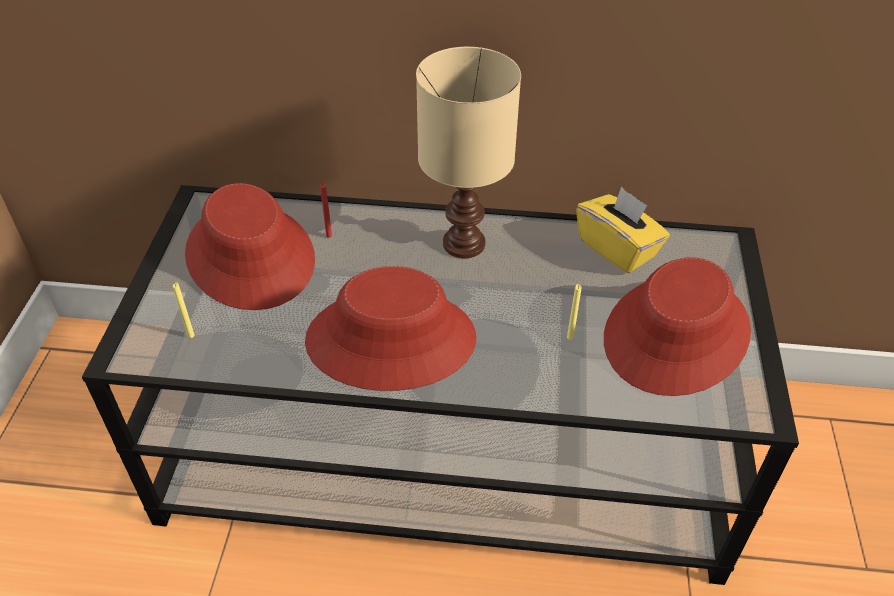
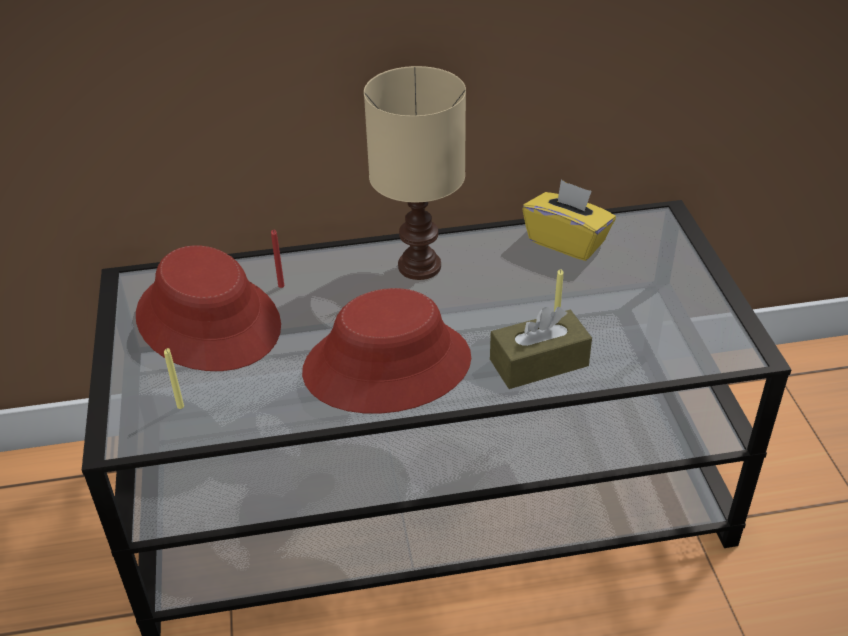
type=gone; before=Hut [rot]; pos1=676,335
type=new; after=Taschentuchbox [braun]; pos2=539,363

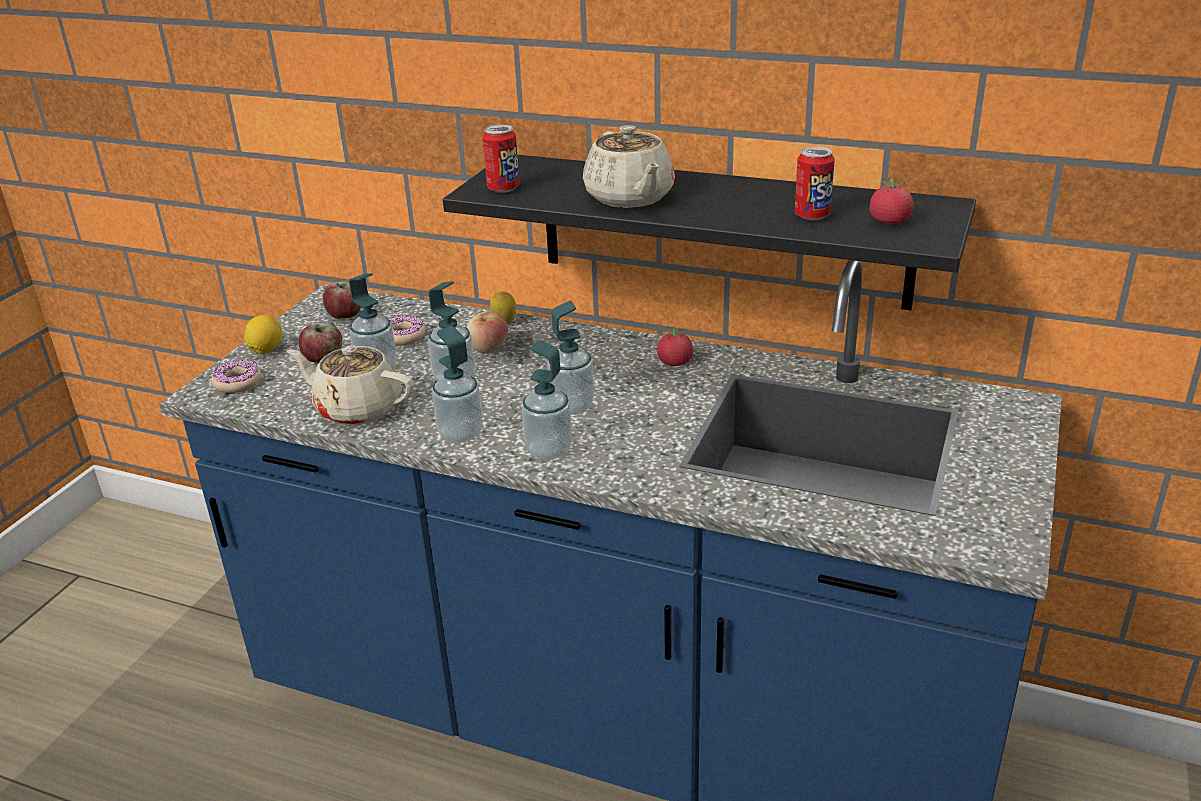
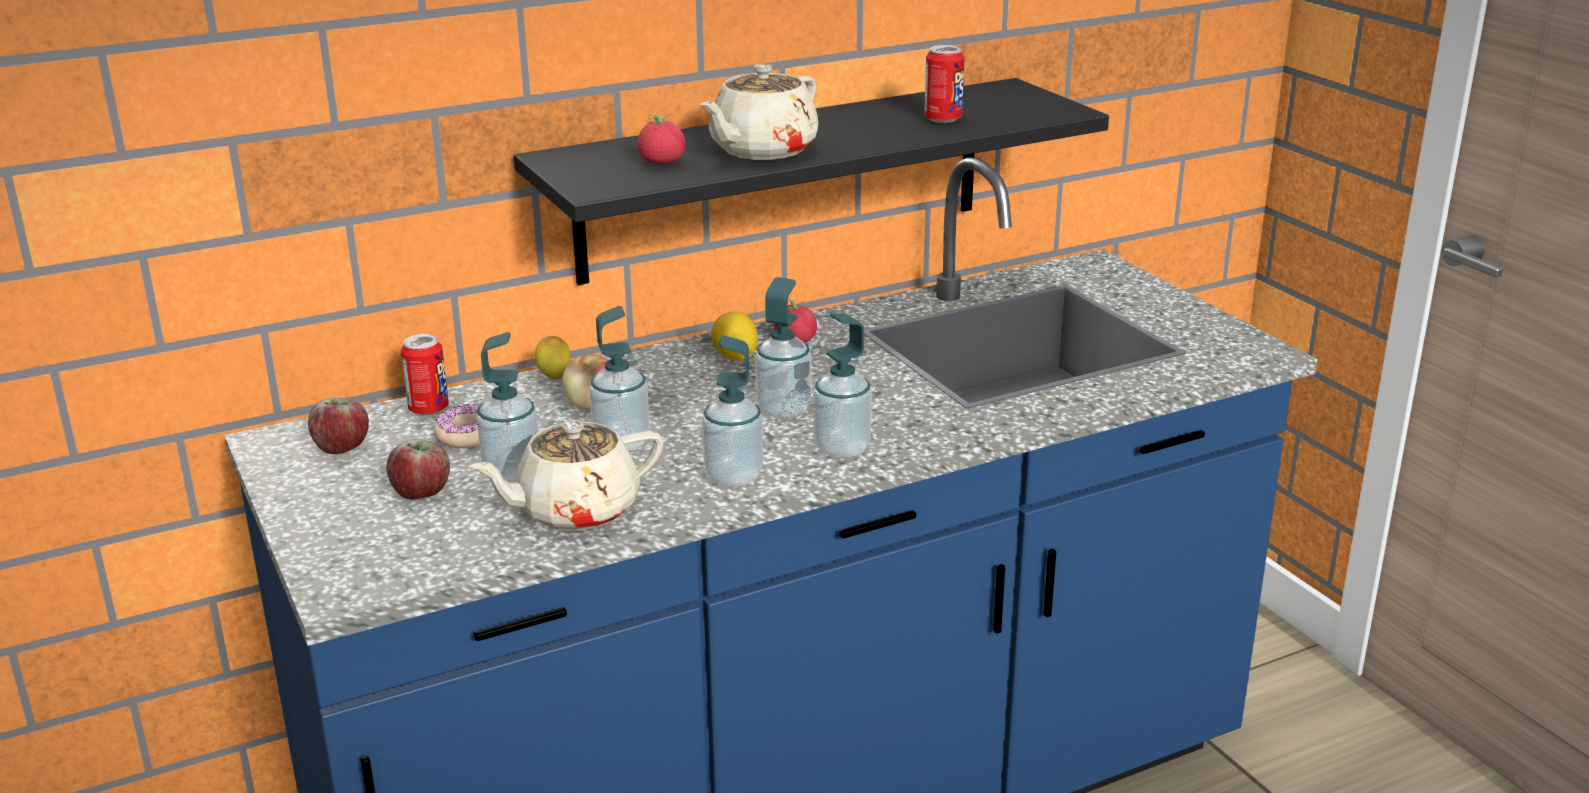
type=shifted; before=Dose; pos1=503,188; pos2=429,409
type=rotated; before=Teekanne [beige]; pos1=630,198; pos2=761,150; turn=105
type=shifted; before=Tomate; pos1=889,222; pos2=662,162
type=shifted; before=Zitrone; pos1=266,350; pos2=735,357
type=gone; before=Donut; pos1=238,383

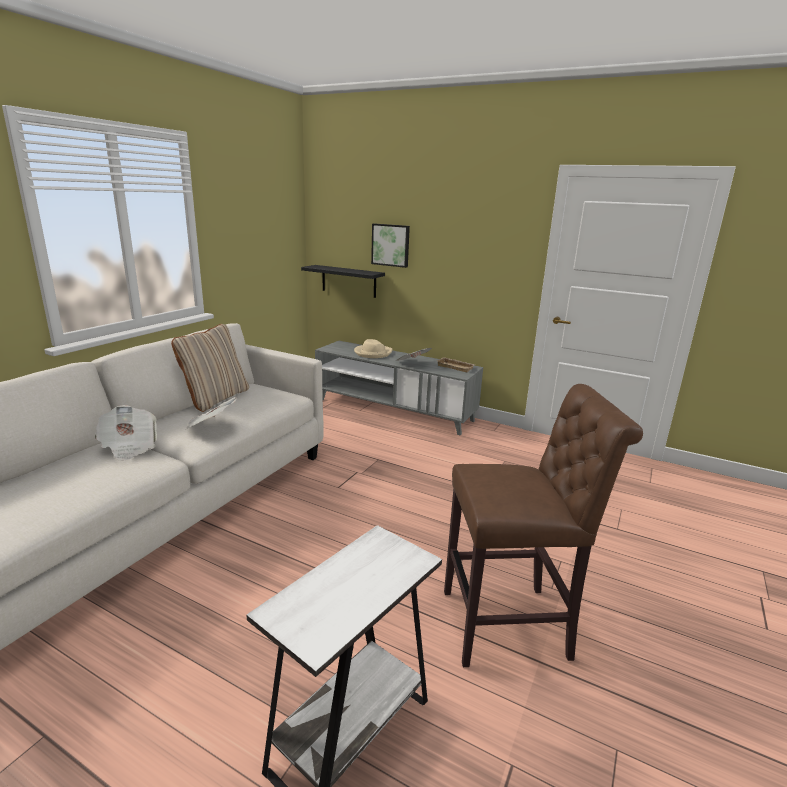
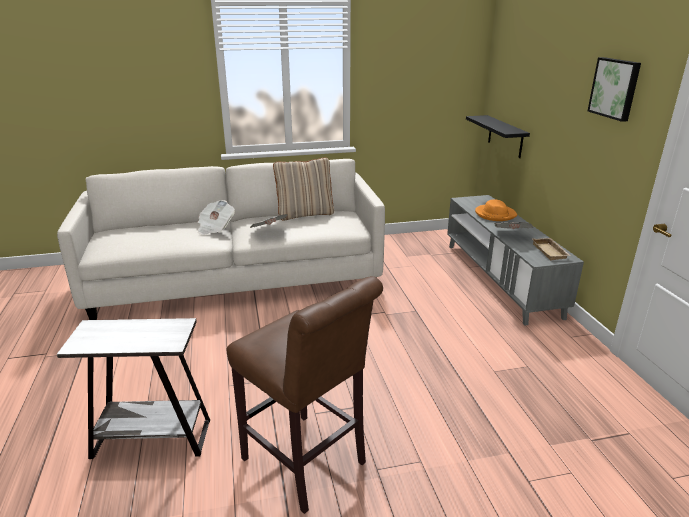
type=shifted; before=Bild; pos1=391,245; pos2=615,88
type=repainted; before=Hut [beige]; after=Hut [orange]; pos1=373,353; pos2=495,214

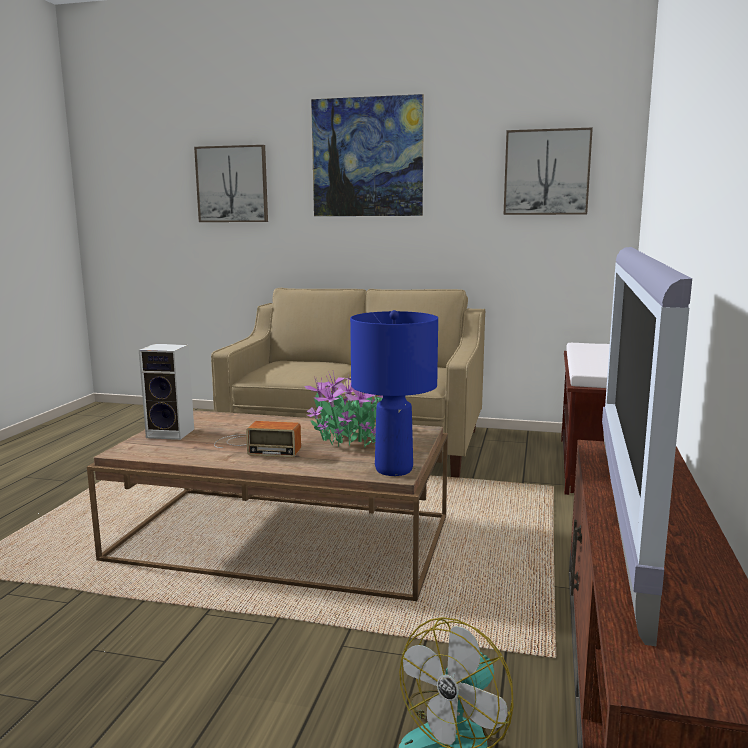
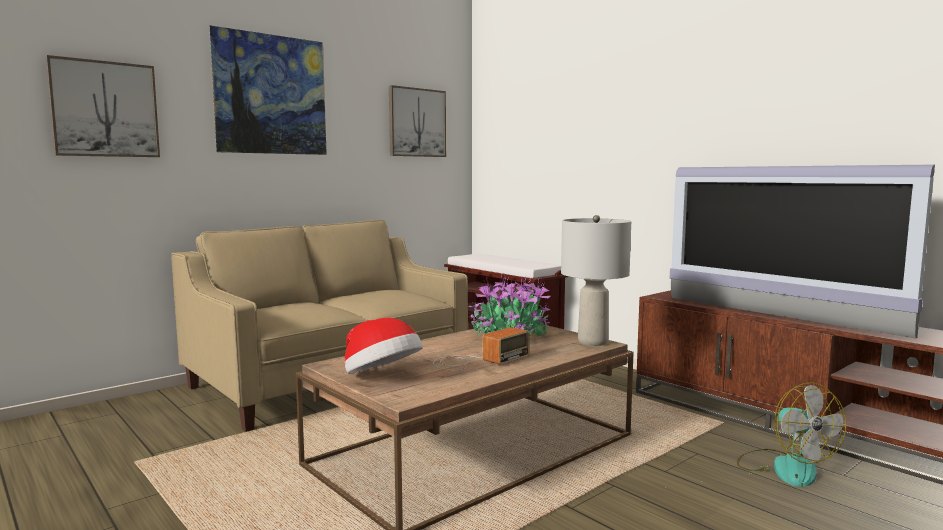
type=repainted; before=Tischlampe [blau]; after=Tischlampe [grau]; pos1=394,470; pos2=593,342
type=swapped; before=Lautsprecher; after=Hut; pos1=172,433; pos2=382,377

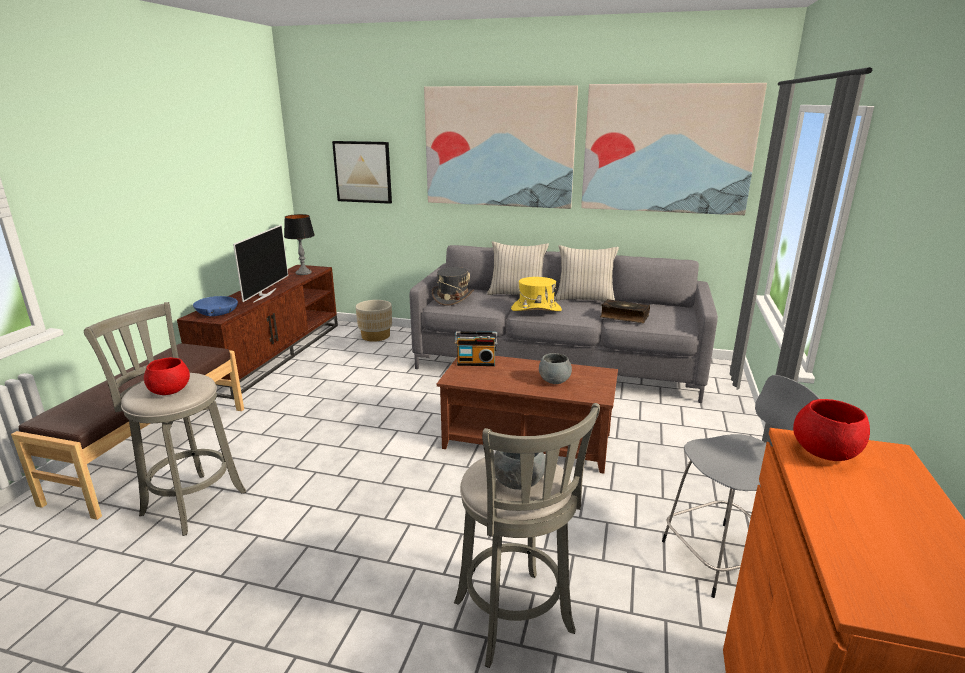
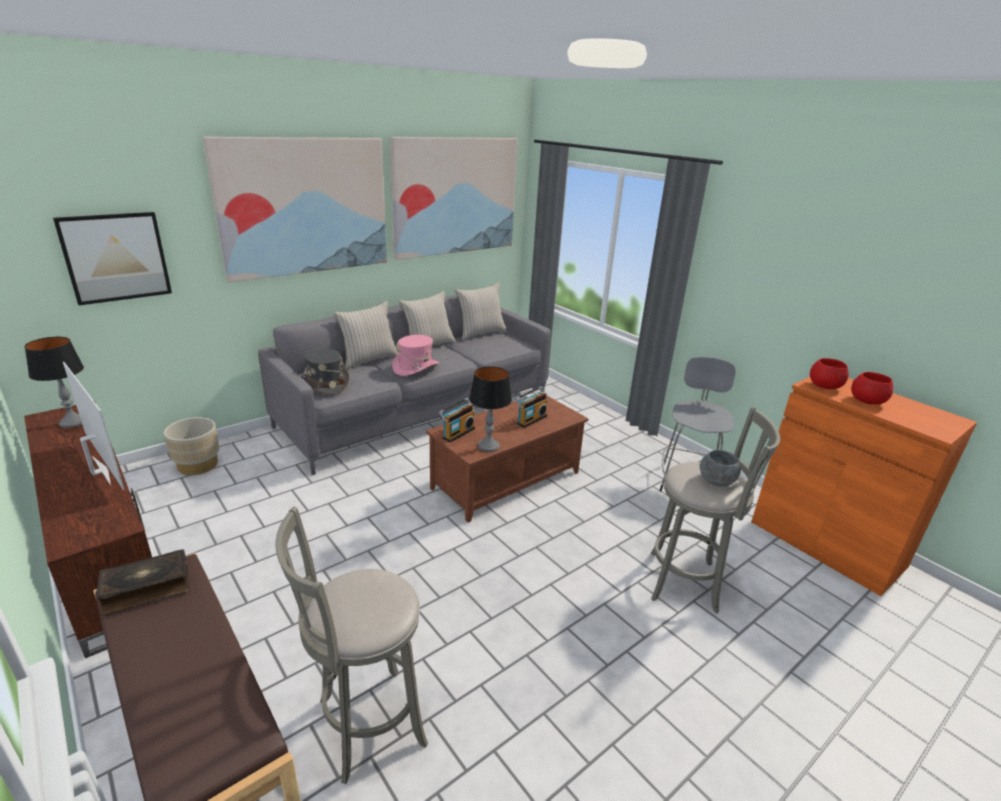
type=repainted; before=Hut [gelb]; after=Hut [rosa]; pos1=536,309; pos2=416,367
type=gone; before=Schüssel [blau]; pos1=217,312
type=shifted; before=Buch; pos1=624,317; pos2=147,589
type=swapped; before=Schüssel [grau]; after=Radio; pos1=554,381; pos2=530,419
type=shifted; before=Schüssel [rot]; pos1=170,391; pos2=867,401
type=new; after=Kissen [beige]; pos2=480,333
type=new; after=Tischlampe; pos2=488,446

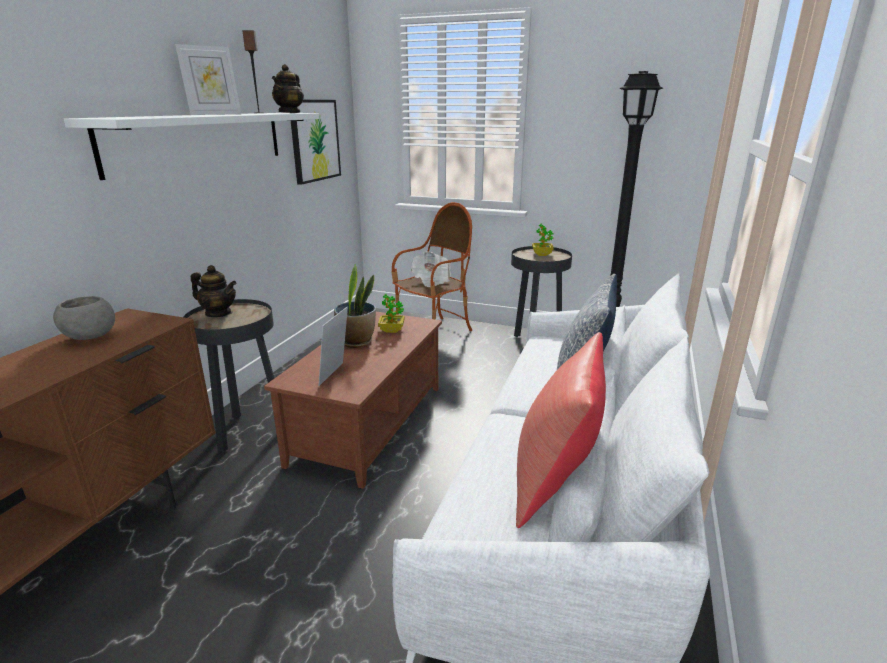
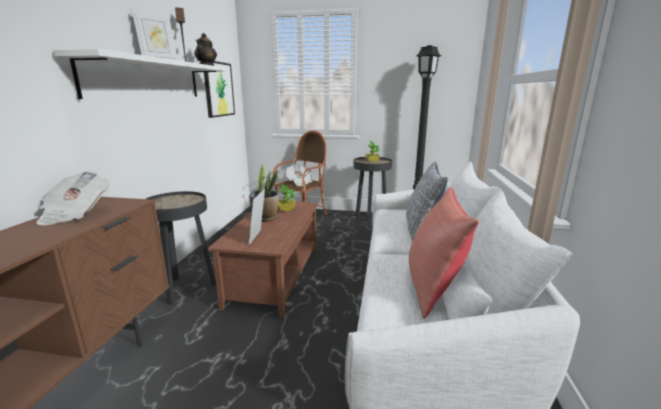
type=gone; before=Teekanne; pos1=219,313
type=swapped; before=Schüssel [grau]; after=Zeitung; pos1=90,337; pos2=75,214

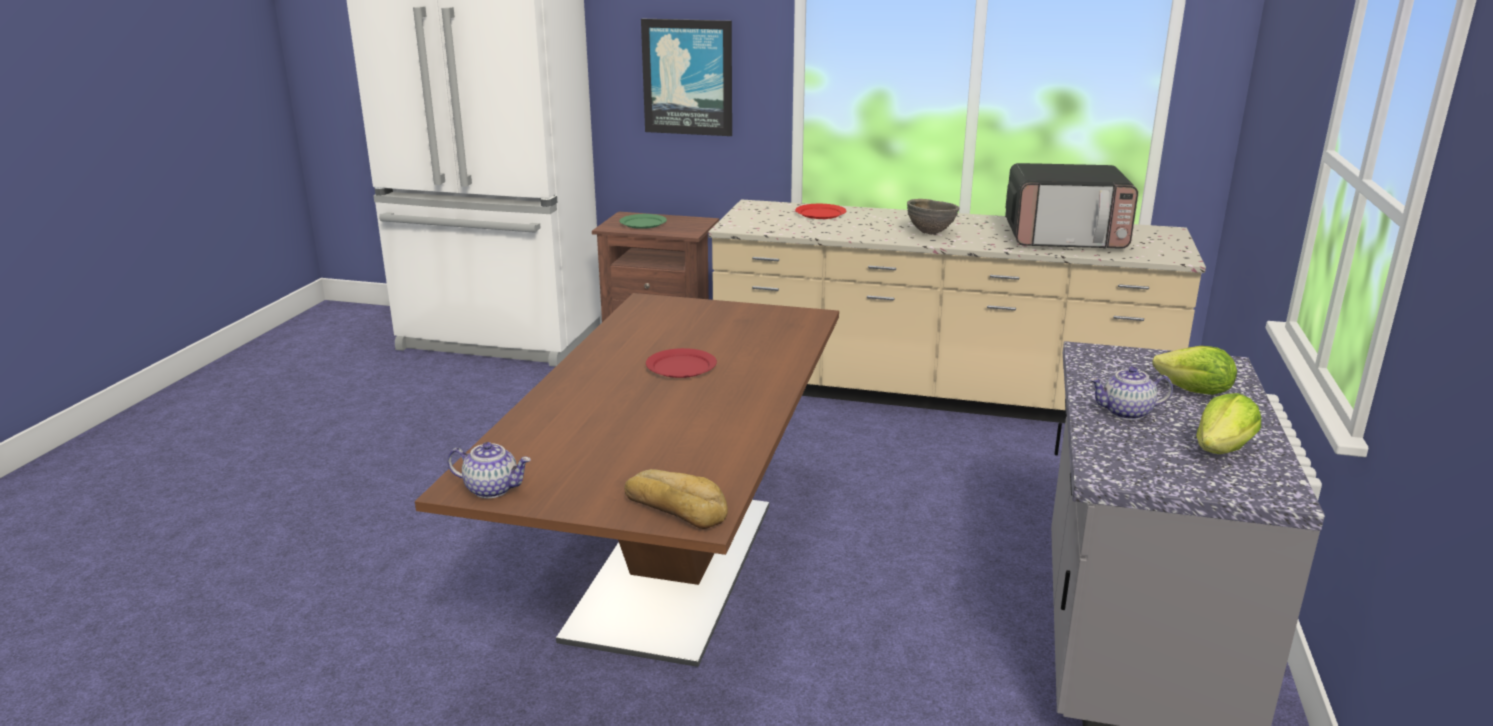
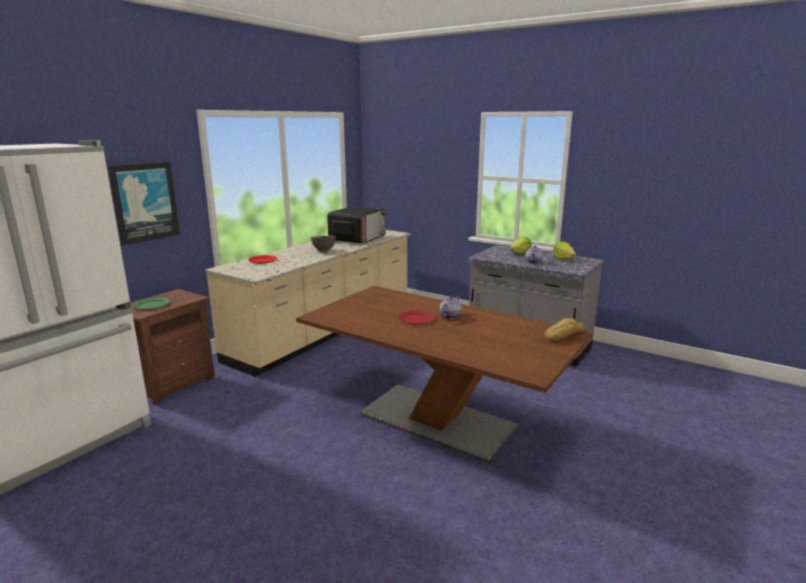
type=shifted; before=Teekanne; pos1=492,489; pos2=450,316

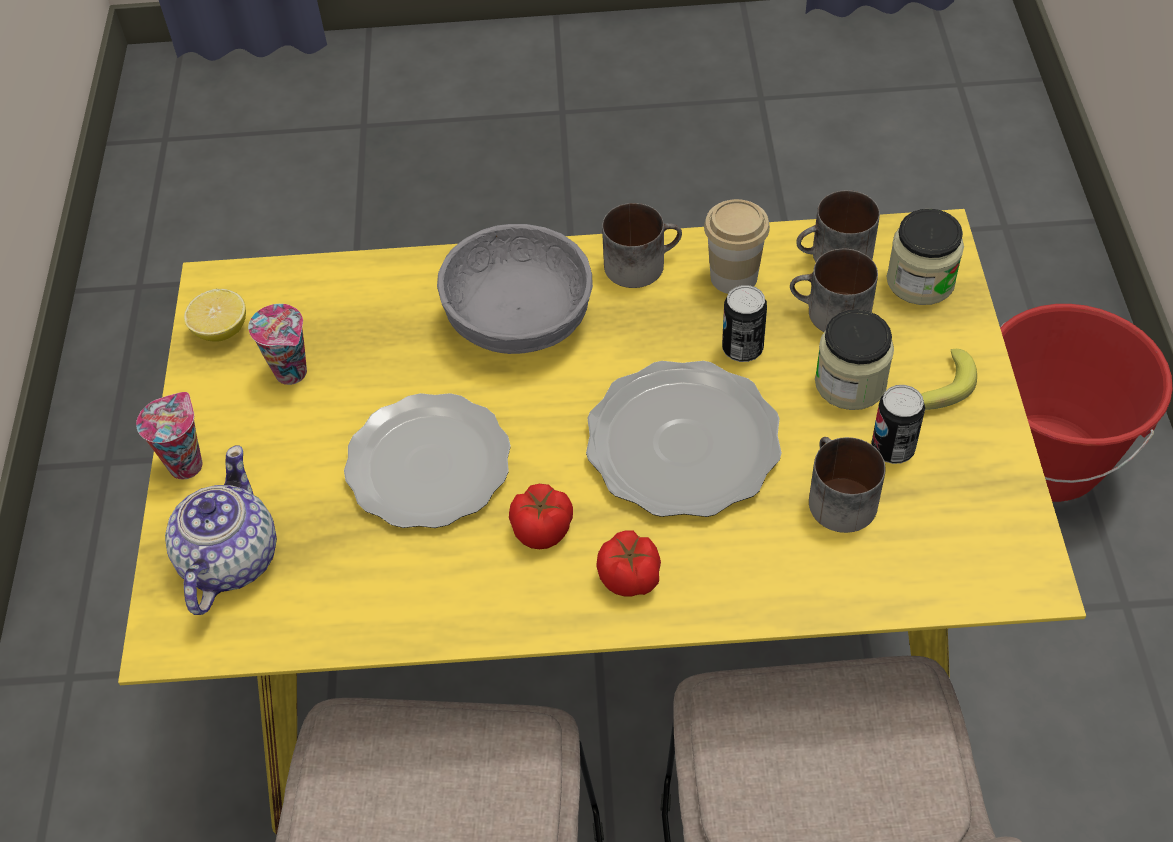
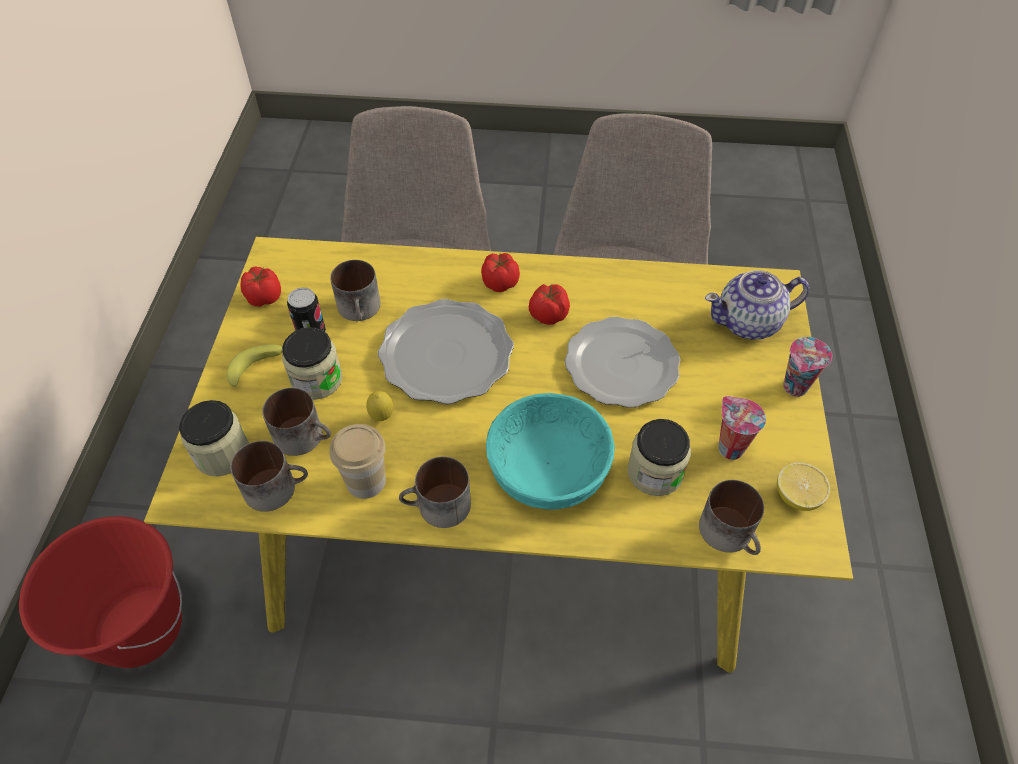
type=repainted; before=Schüssel [grau]; after=Schüssel [türkis]; pos1=517,320; pos2=549,468
type=swapped; before=Dose; after=Zitrone; pos1=742,349; pos2=382,417
type=rotated; before=Teekanne; pos1=229,560; pos2=749,323; turn=60
type=new; after=Tomate; pos2=264,297
type=new; after=Vorratsglas; pos2=655,472
type=new; after=Henkelbecher; pos2=731,534

